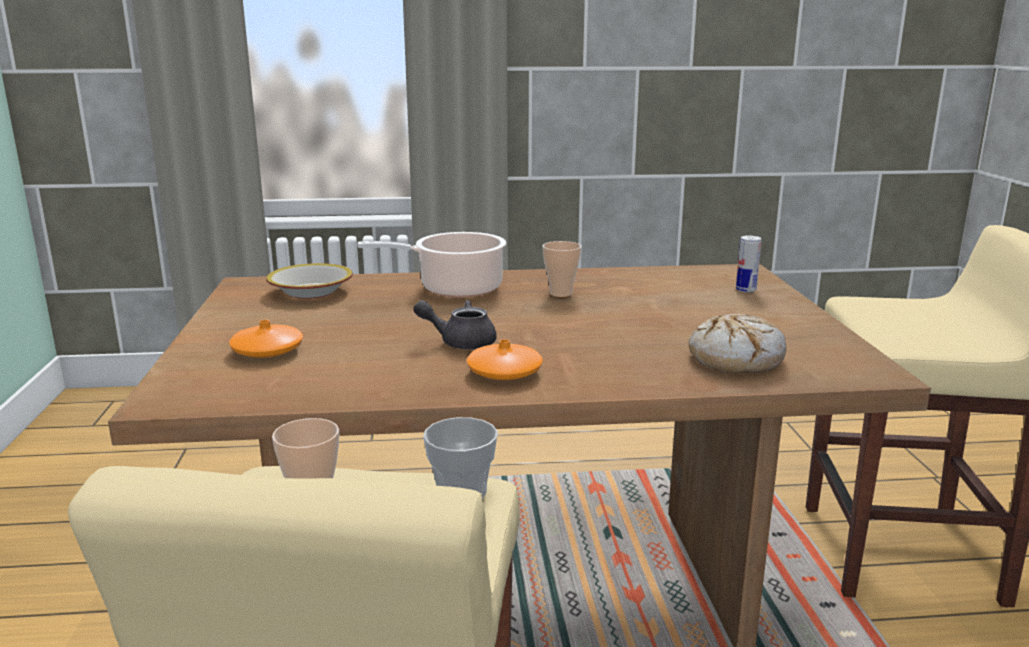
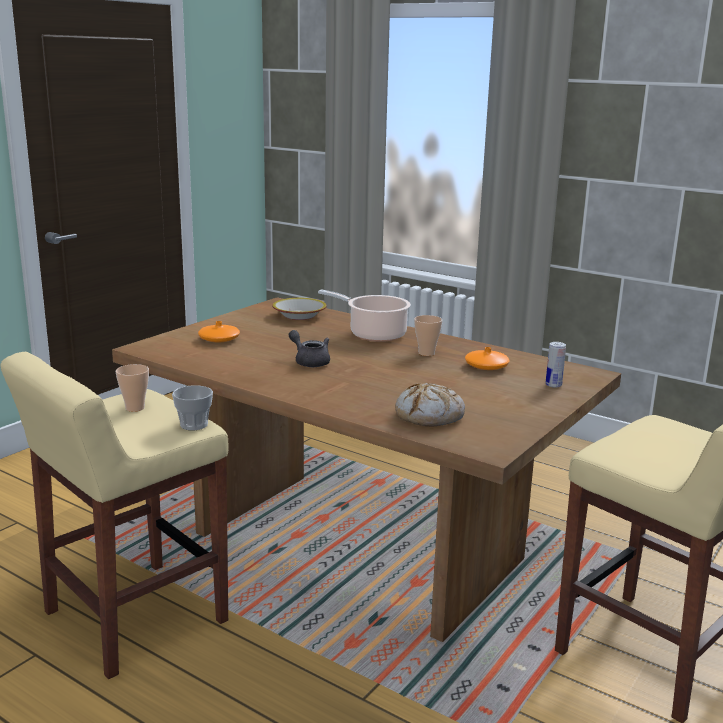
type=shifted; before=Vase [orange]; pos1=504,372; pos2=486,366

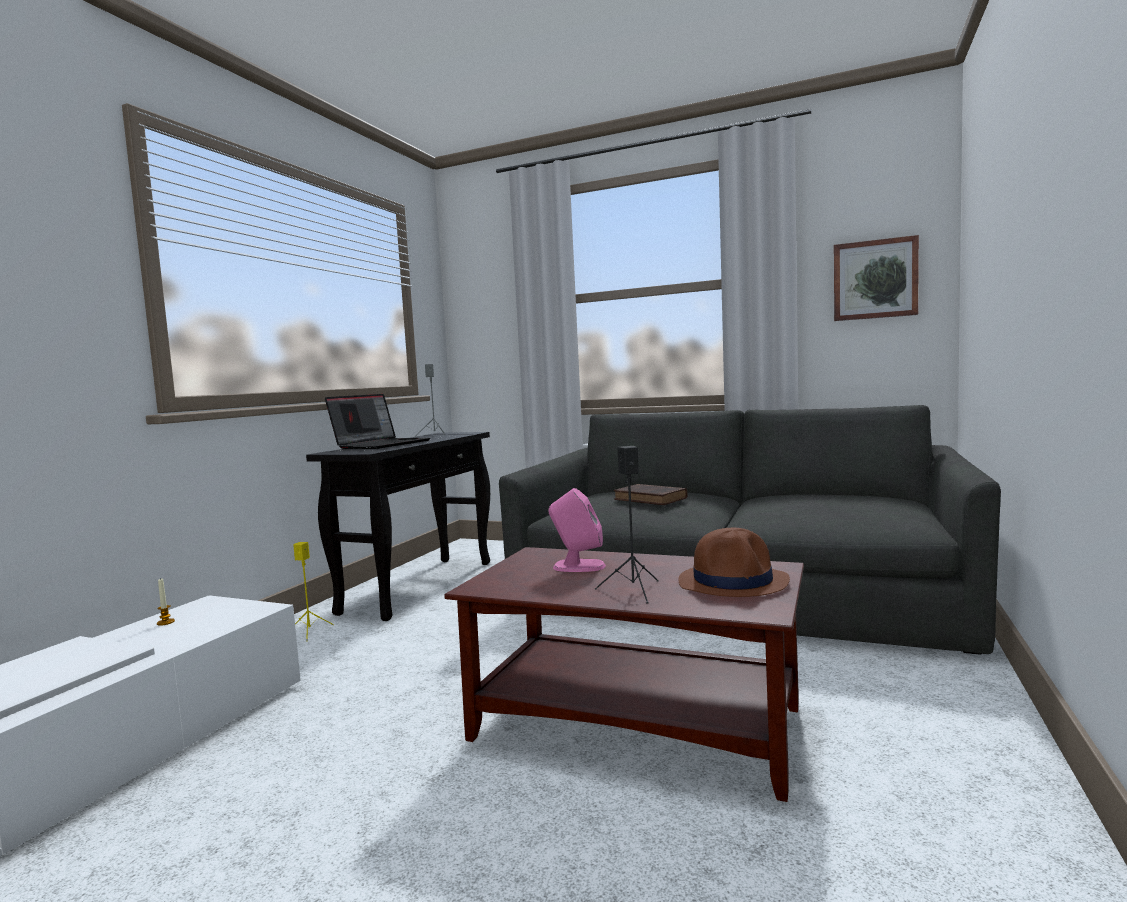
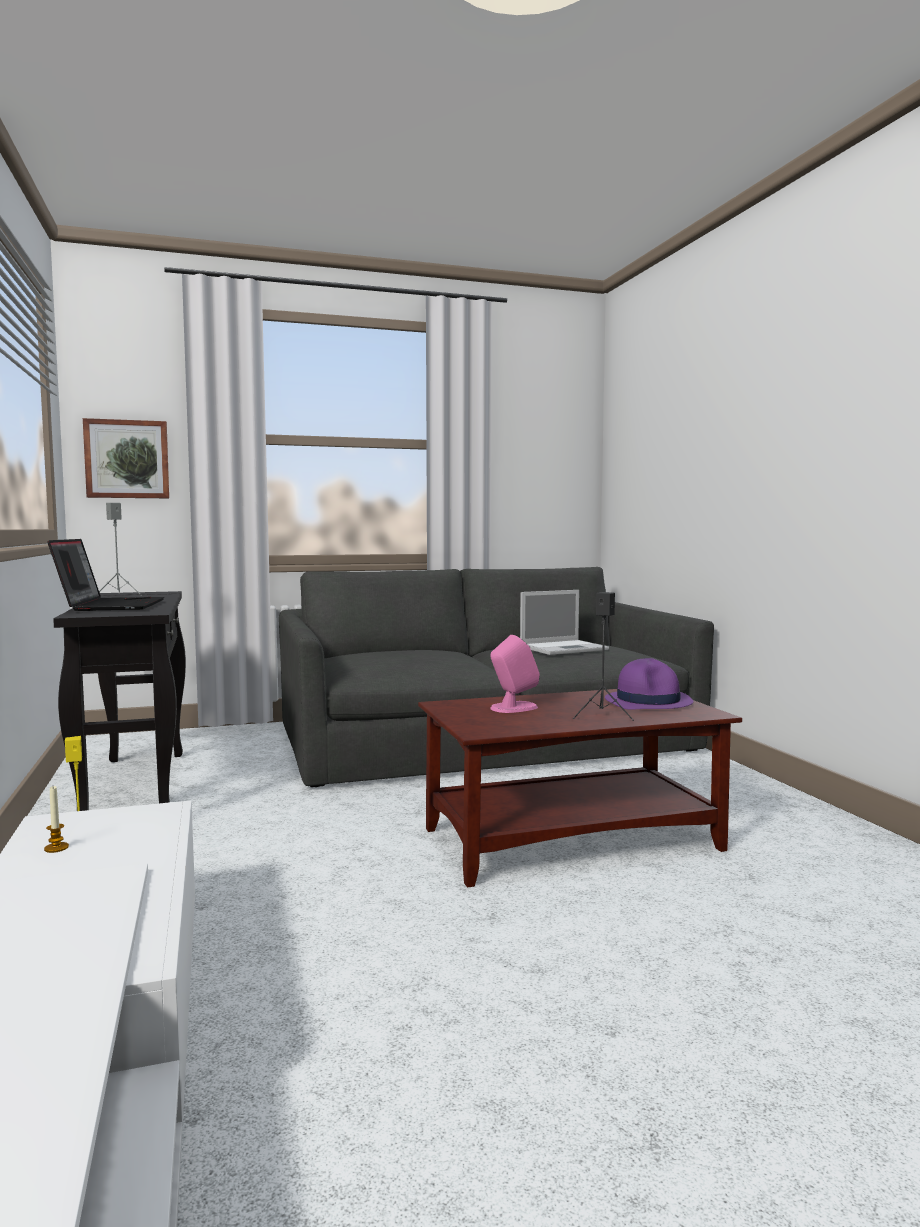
type=shifted; before=Bild; pos1=874,280; pos2=127,459
type=gone; before=Buch [braun]; pos1=652,499
type=repainted; before=Hut [braun]; after=Hut [lila]; pos1=733,582; pos2=648,701
type=new; after=Laptop; pos2=565,648

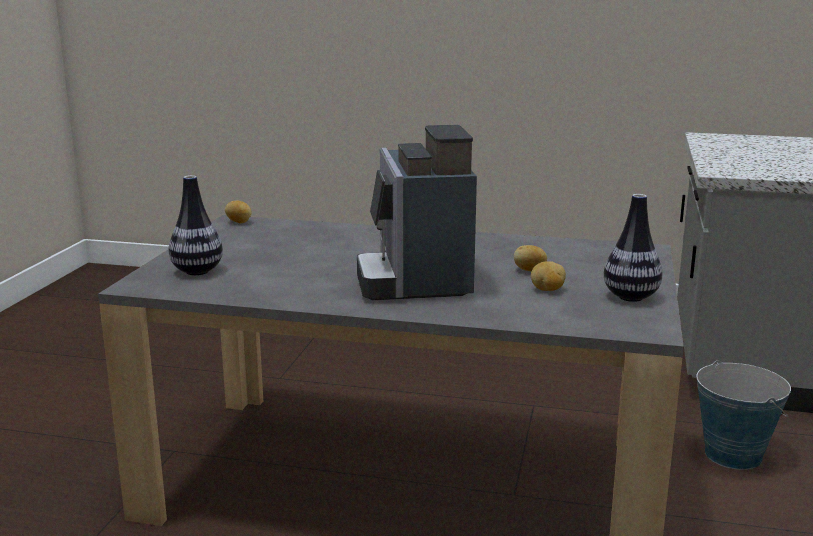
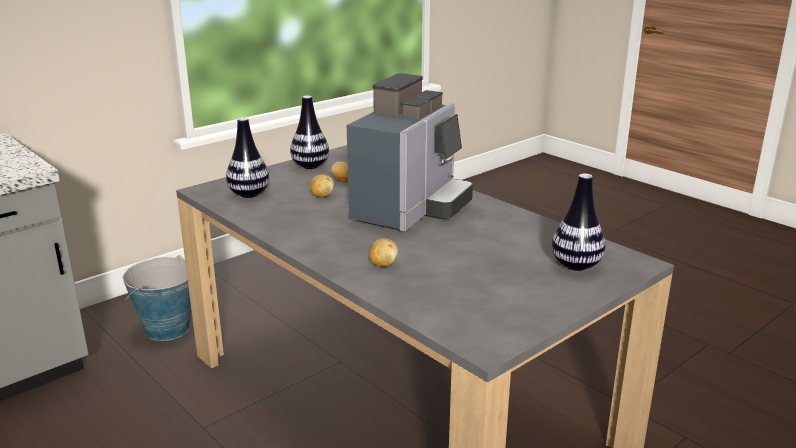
type=shifted; before=Kartoffel; pos1=239,222; pos2=383,264
type=new; after=Vase; pos2=249,194

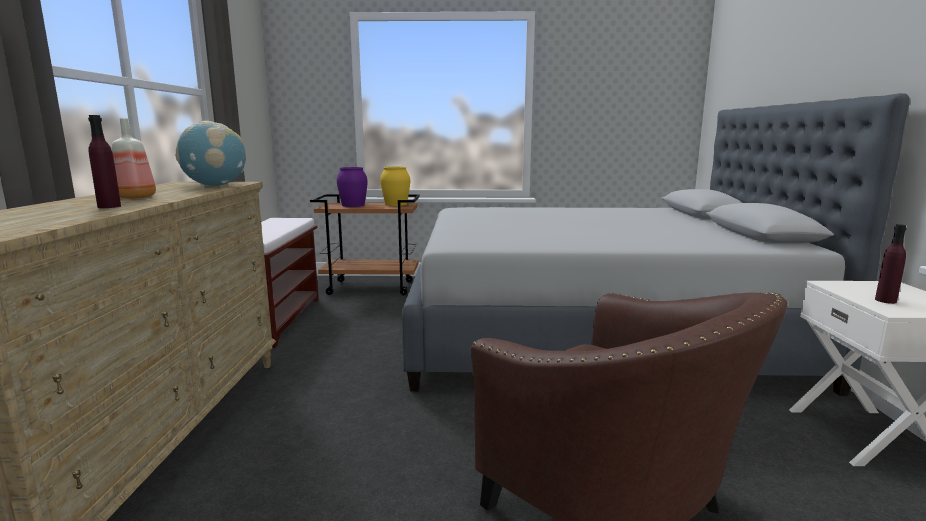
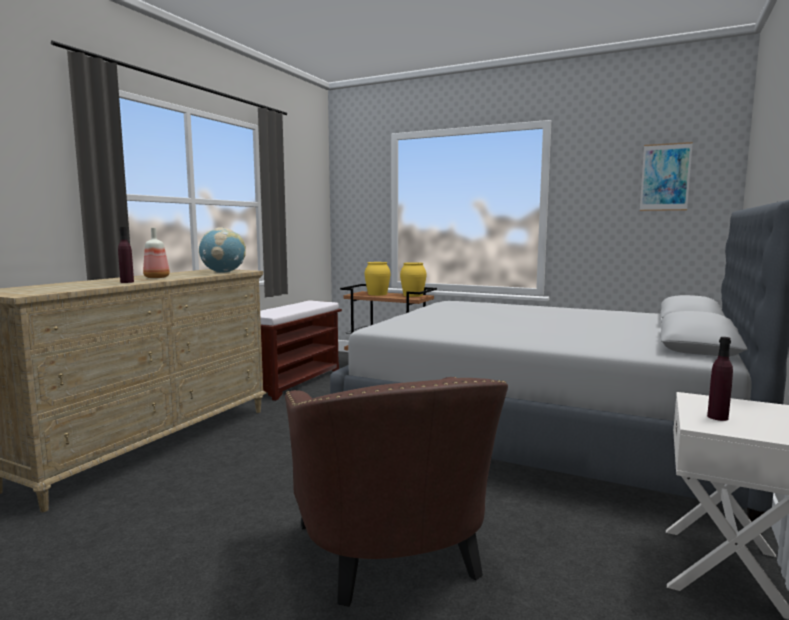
type=repainted; before=Vase [lila]; after=Vase [gelb]; pos1=353,205; pos2=377,294
type=new; after=Bild; pos2=665,177

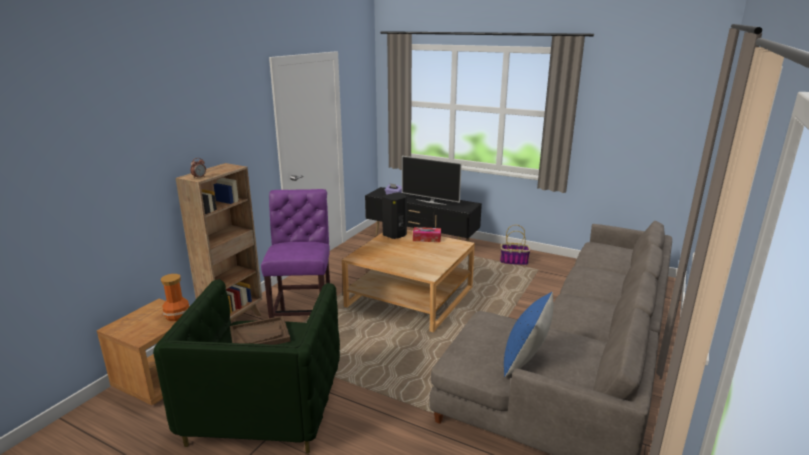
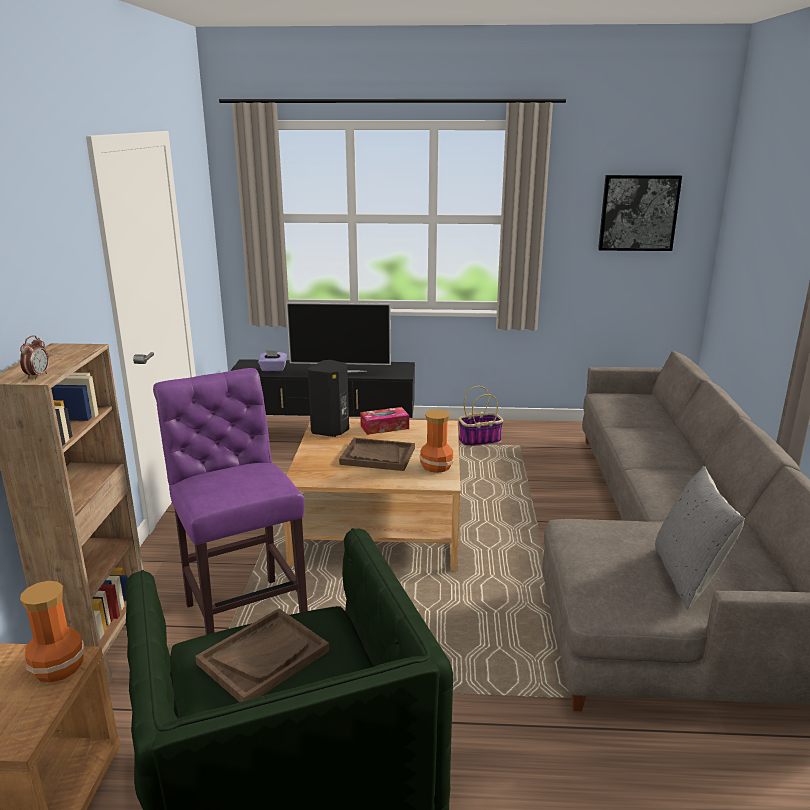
type=repainted; before=Kissen [blau]; after=Kissen [grau]; pos1=525,361; pos2=688,577
type=new; after=Bild; pos2=638,213
type=new; after=Vase; pos2=435,466
type=new; after=Tablett [braun]; pos2=377,456

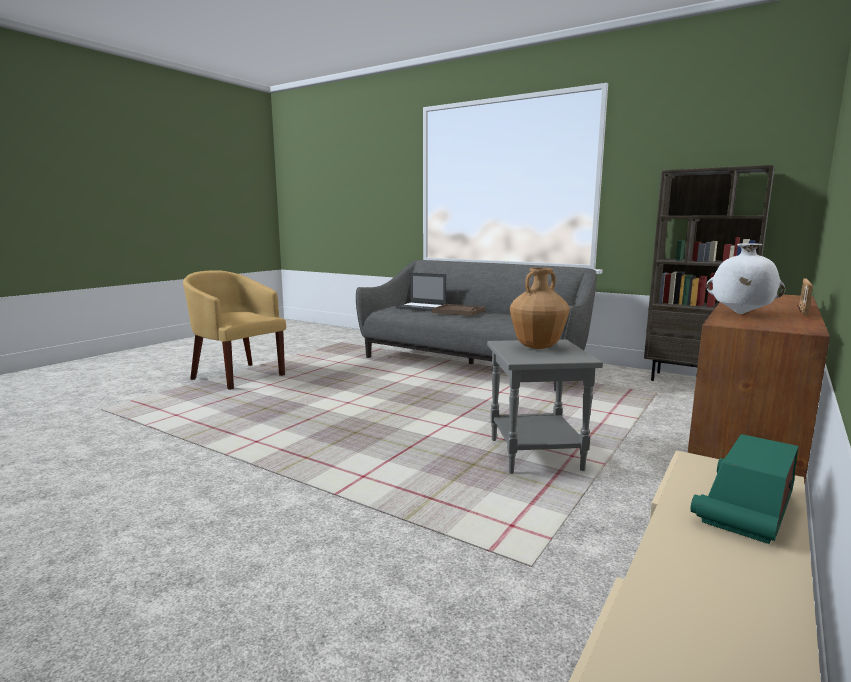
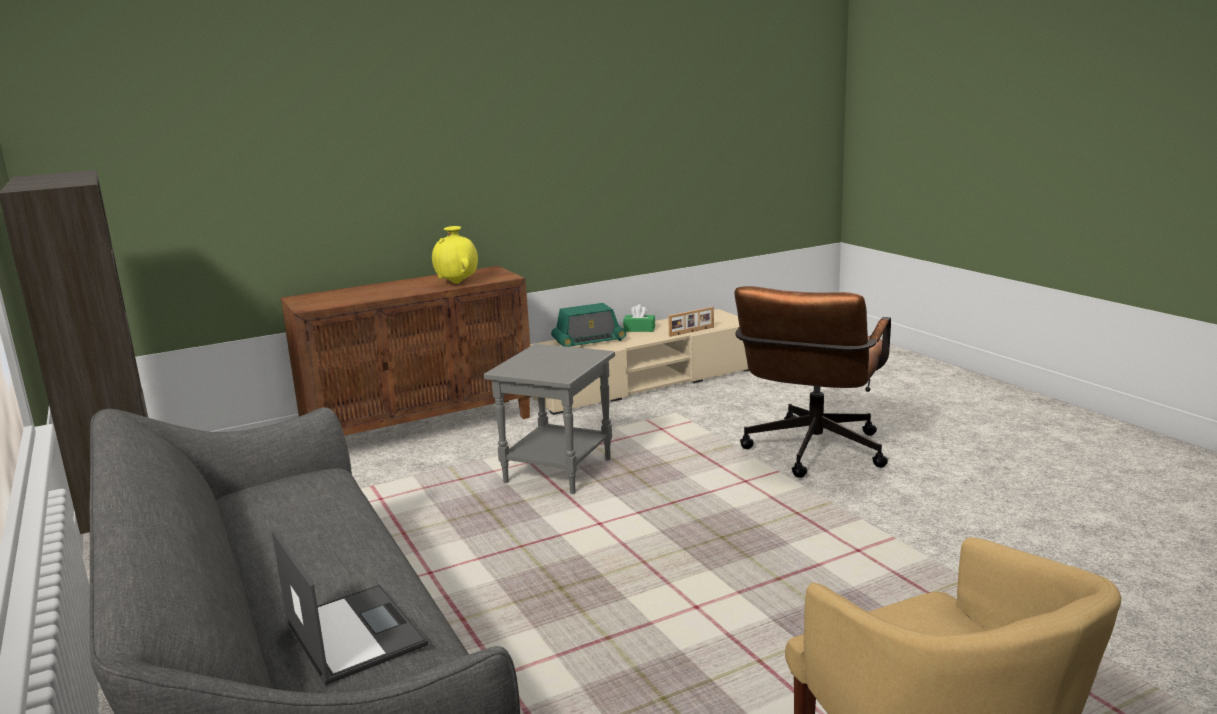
type=repainted; before=Vase [weiß]; after=Vase [gelb]; pos1=740,314; pos2=457,283
type=gone; before=Vase [braun]; pos1=537,347
type=shifted; before=Bilderrahmen; pos1=801,310; pos2=692,332
type=gone; before=Tablett [braun]; pos1=458,311
type=new; after=Bürostuhl [braun]; pos2=811,455
type=new; after=Taschentuchbox [grün]; pos2=639,329

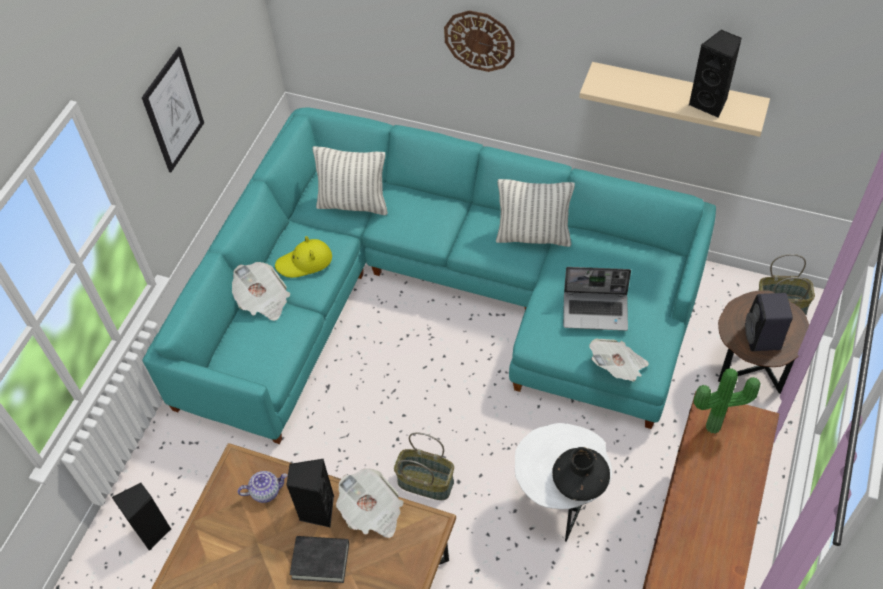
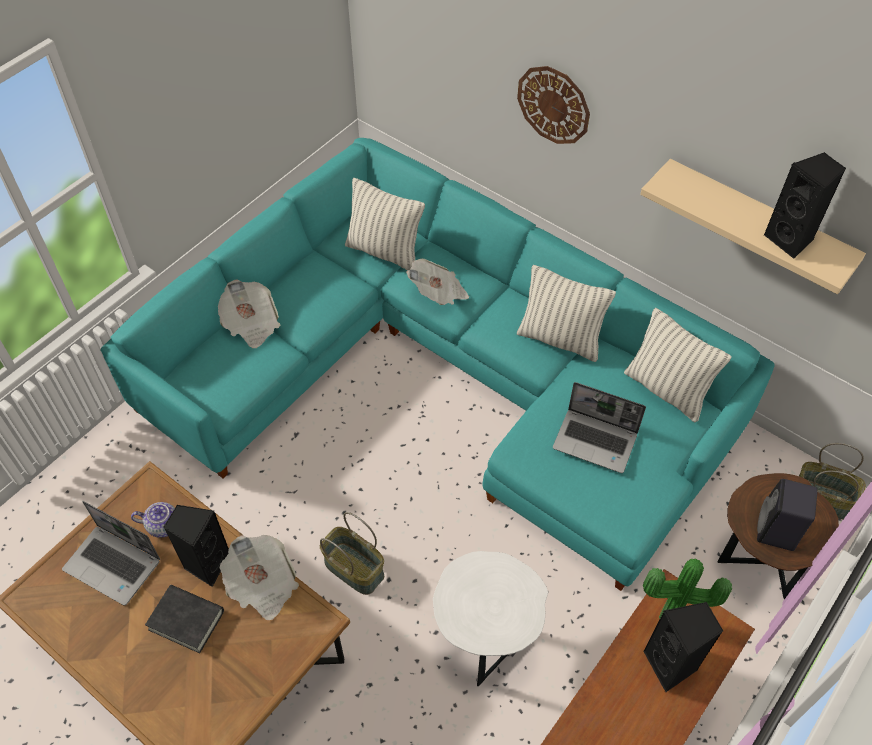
type=gone; before=Bild; pos1=173,110
type=gone; before=Hut [gelb]; pos1=305,262
type=shifted; before=Zeitung; pos1=618,367; pos2=438,293
type=gone; before=Vase [schwarz]; pos1=580,481
type=shifted; before=Lautsprecher [schwarz]; pos1=153,531; pos2=671,664
type=new; after=Kissen; pos2=666,390
type=new; after=Laptop; pos2=114,565

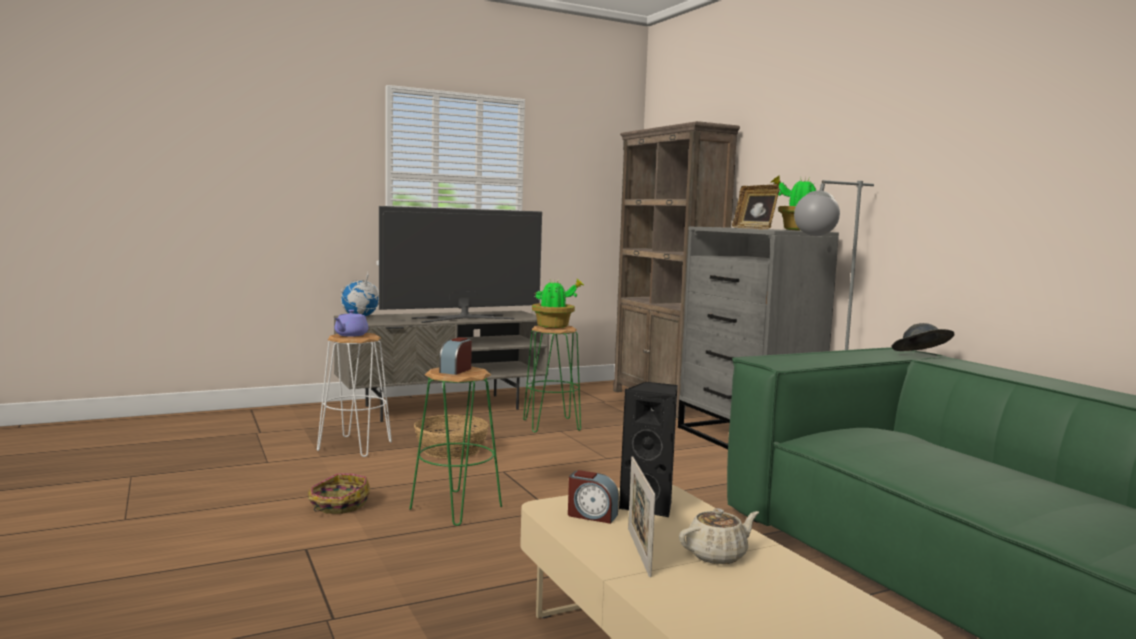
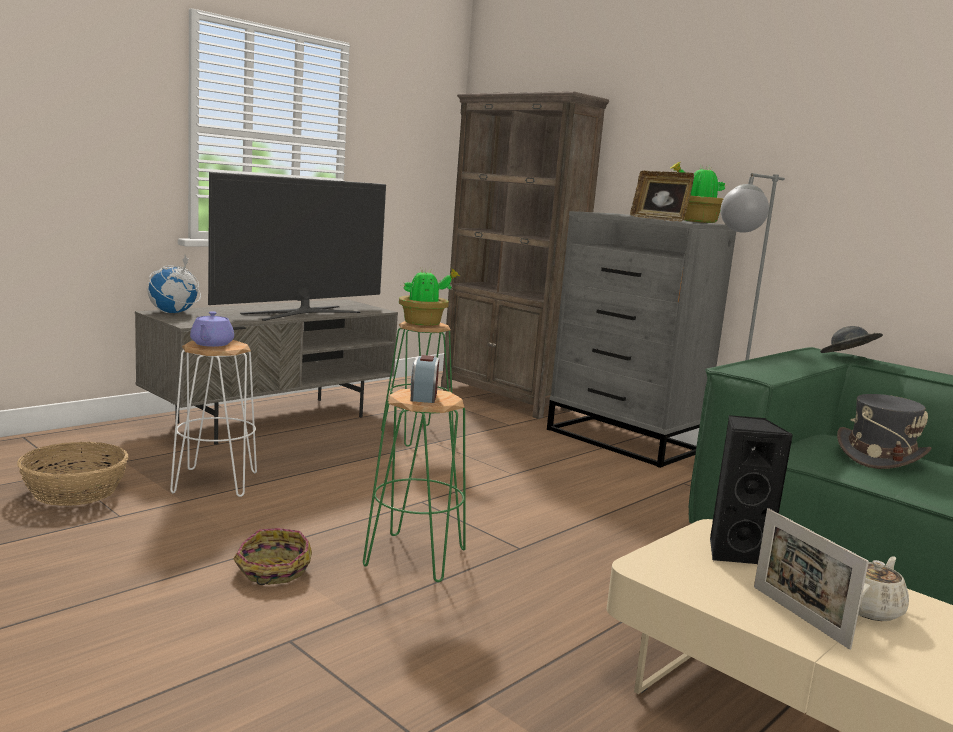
type=shifted; before=Korb; pos1=451,450; pos2=75,491
type=gone; before=Wecker; pos1=592,515
type=new; after=Hut [grau]; pos2=879,456

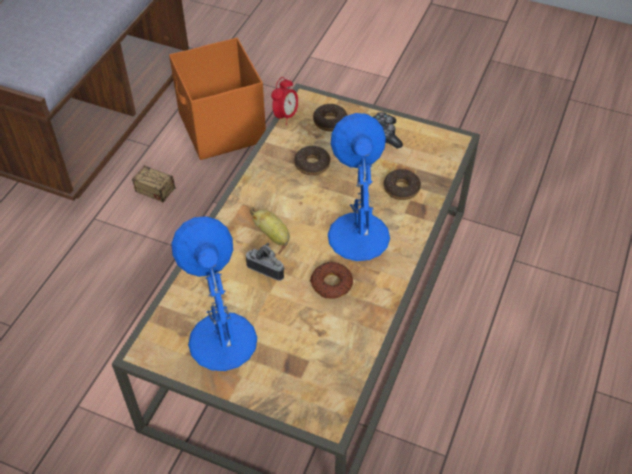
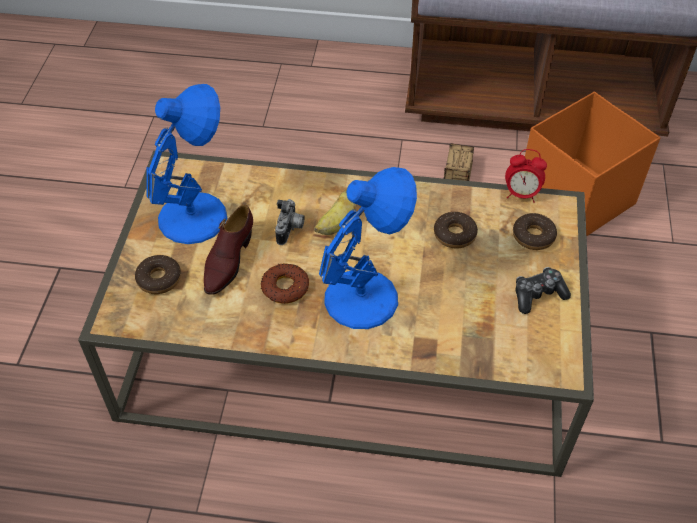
type=shifted; before=Donut; pos1=401,188; pos2=159,279
type=new; after=Schuh [braun]; pos2=228,260

